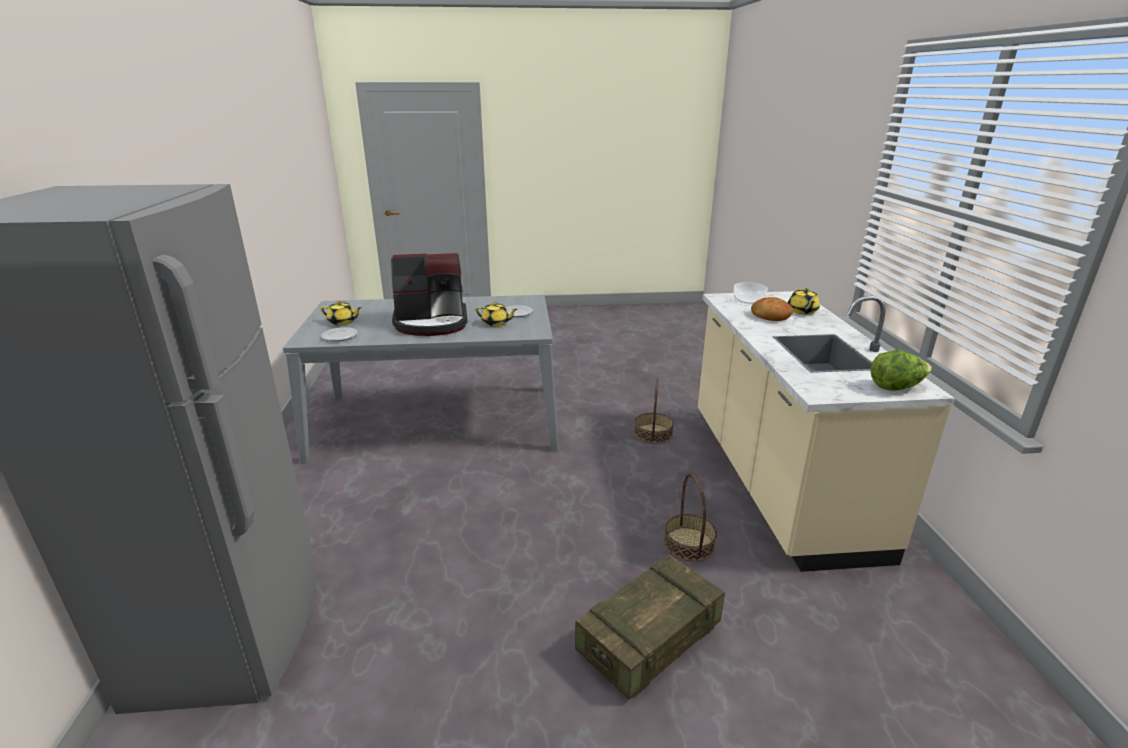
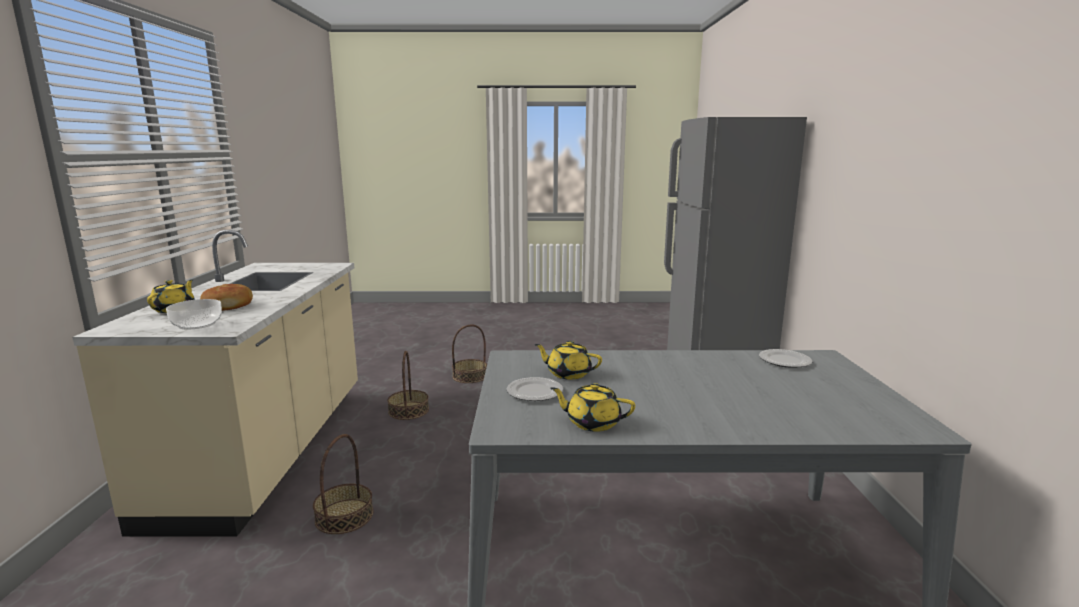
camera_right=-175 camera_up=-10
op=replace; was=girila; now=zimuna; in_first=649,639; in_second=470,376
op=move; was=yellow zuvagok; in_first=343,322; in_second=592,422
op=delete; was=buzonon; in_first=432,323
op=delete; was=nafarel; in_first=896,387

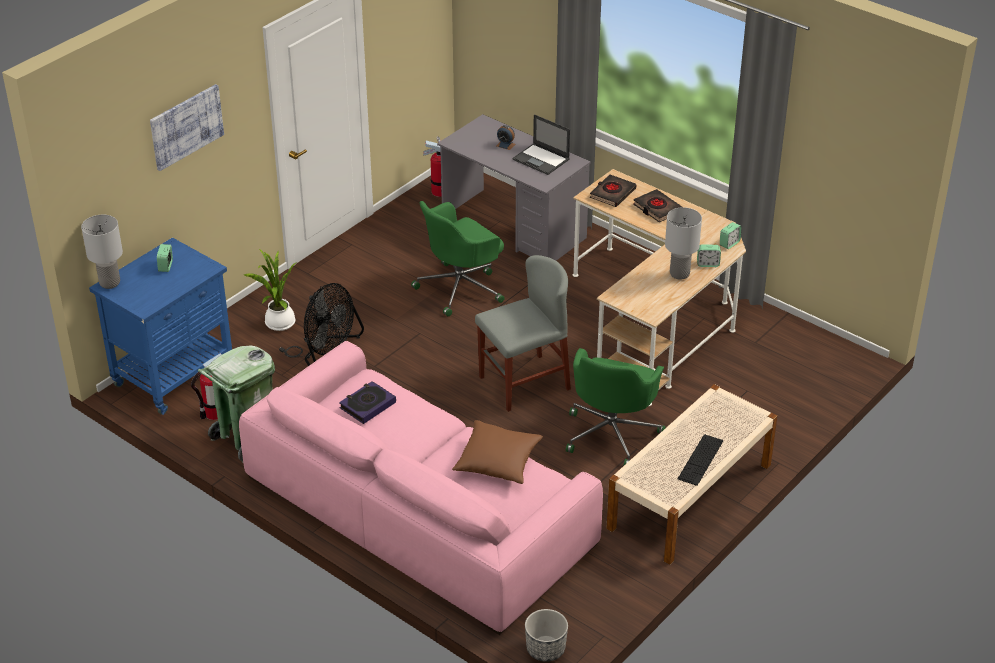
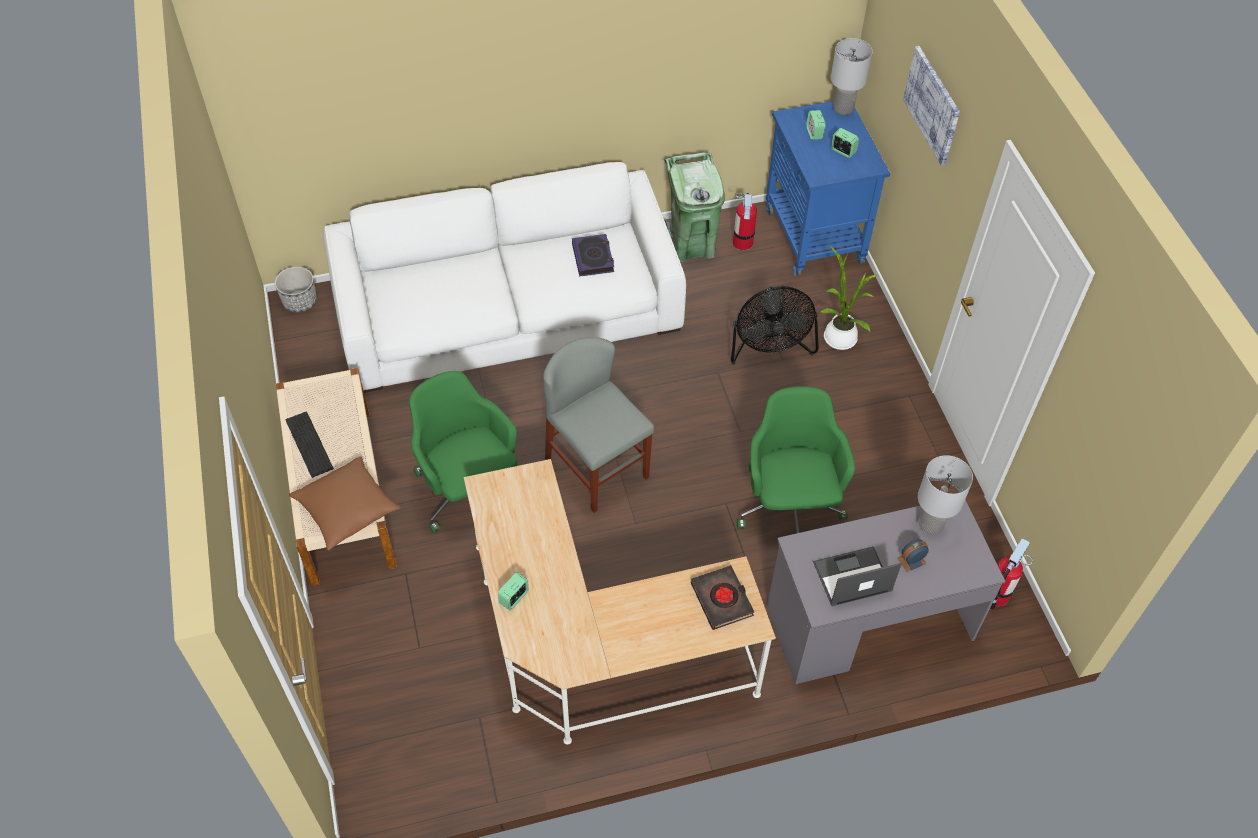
camera_right=125 camera_up=15
op=move; was=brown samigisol; in_first=498,461; in_second=347,509
op=recolor; was=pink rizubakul; now=white rizubakul; in_first=418,510; in_second=508,307
op=rotate; was=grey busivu; in_first=524,383; in_second=597,468; clockwise=135
op=rotate; was=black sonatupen; in_first=323,354; in_second=766,346; clockwise=-75
op=move; was=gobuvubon; in_first=729,243; in_second=814,133
op=move; was=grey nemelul; in_first=680,275; in_second=930,525
op=delete; was=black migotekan; in_first=657,208

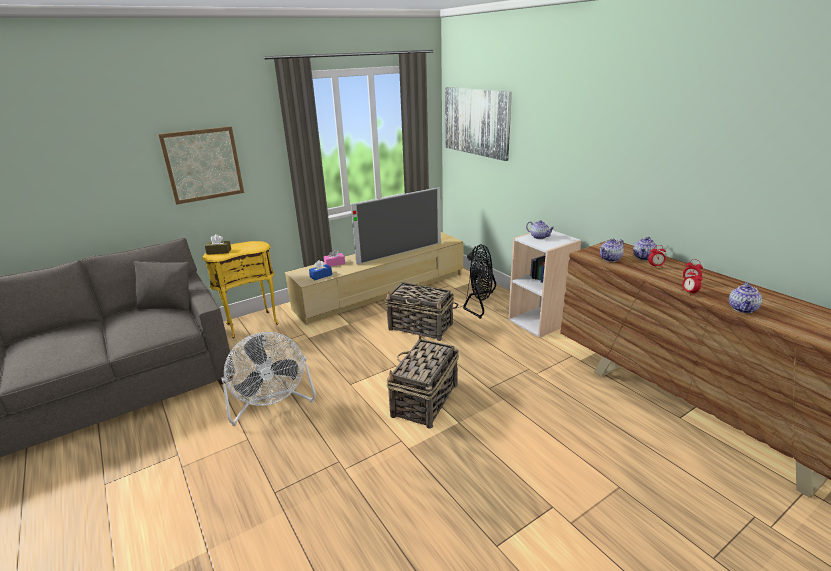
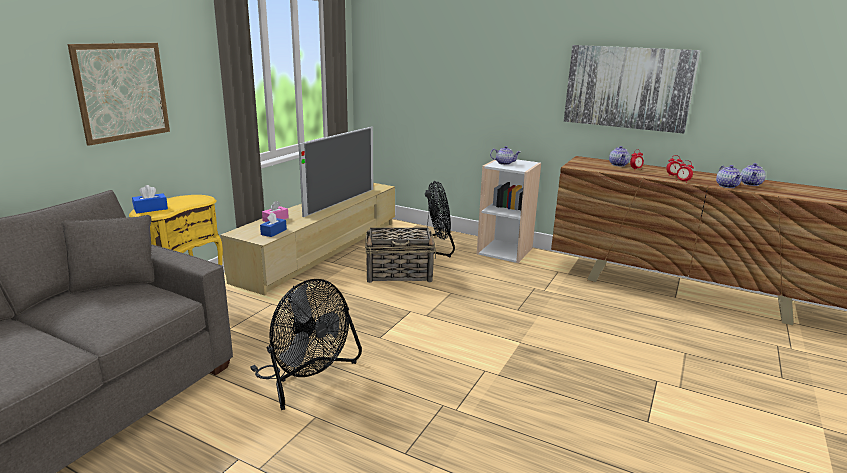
camera_right=-30 camera_up=-5
op=recolor; was=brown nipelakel; now=blue nipelakel; in_first=219,251; in_second=151,209
op=recolor; was=white sonatupen; now=black sonatupen; in_first=268,404; in_second=304,378
op=move; was=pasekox; in_first=476,122; in_second=627,88
op=move; was=zuvagok; in_first=610,259; in_second=751,184
op=delete; was=zimuna; in_first=424,401

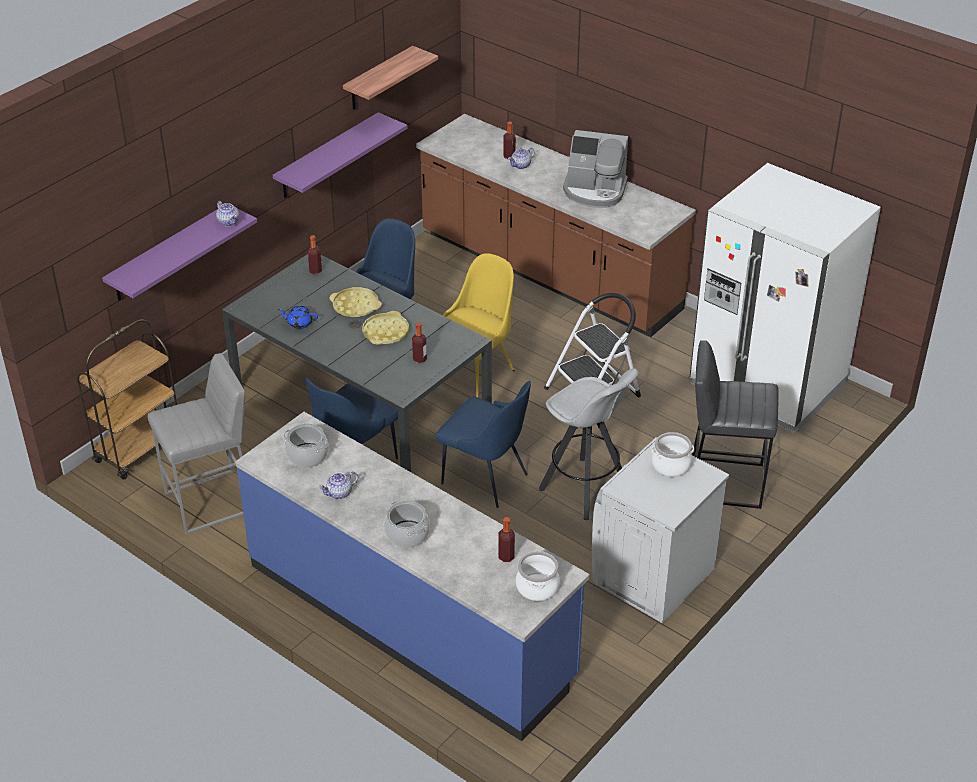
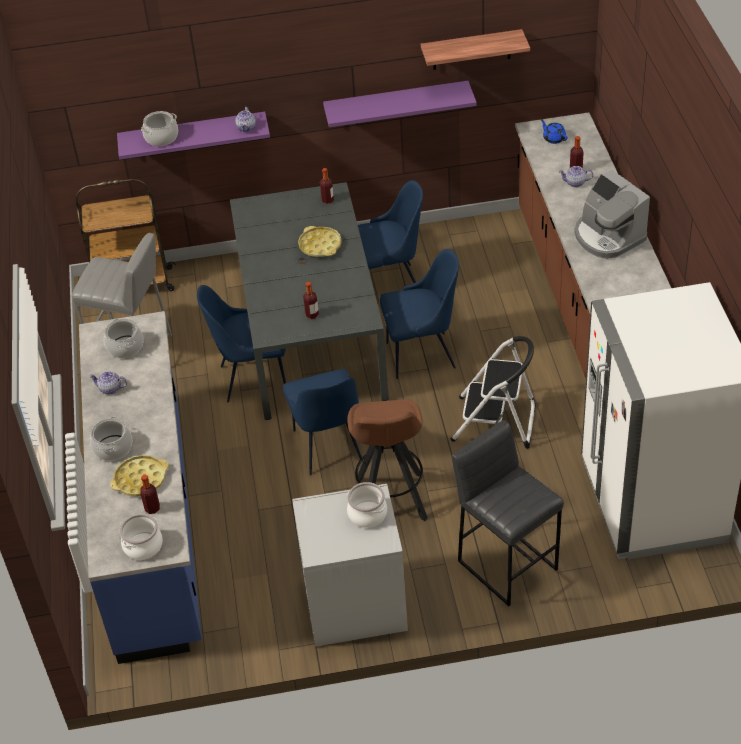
camera_right=45 camera_up=5
op=move; was=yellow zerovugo; in_first=386,332; in_second=140,479
op=insert; now=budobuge; in_second=161,137
op=recolor; was=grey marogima; now=brown marogima; in_first=586,490; in_second=391,501
op=recolor; was=yellow busivu; now=blue busivu; in_first=475,375; in_second=421,355
op=move; was=blue zuvagok; in_first=299,323; in_second=554,138

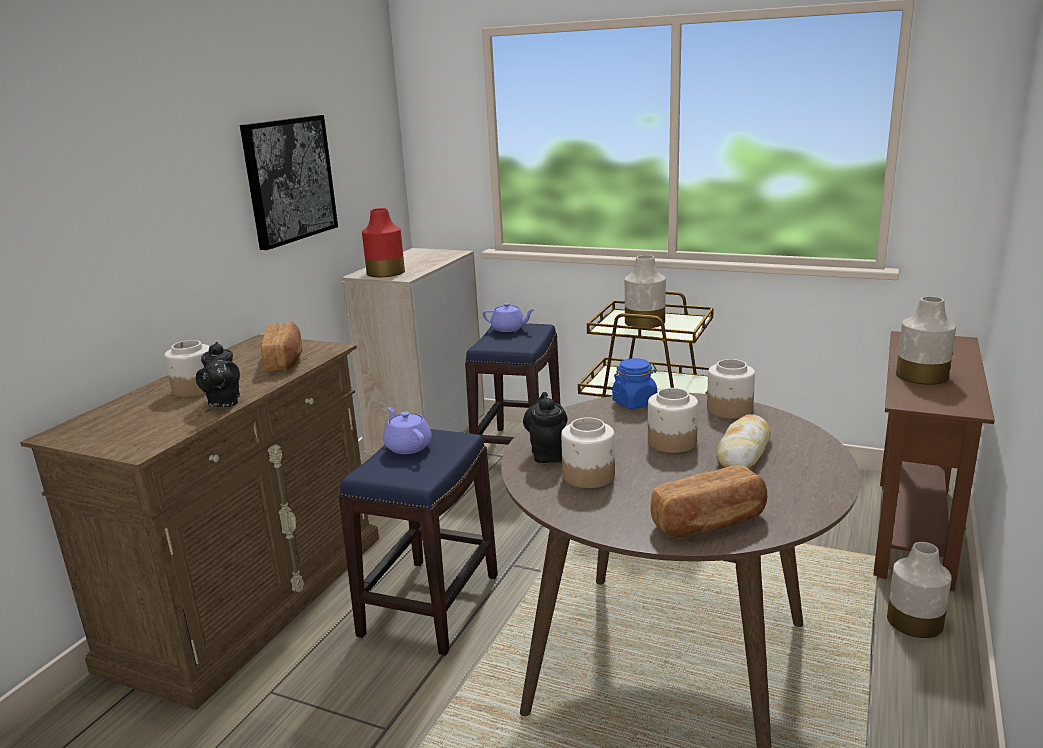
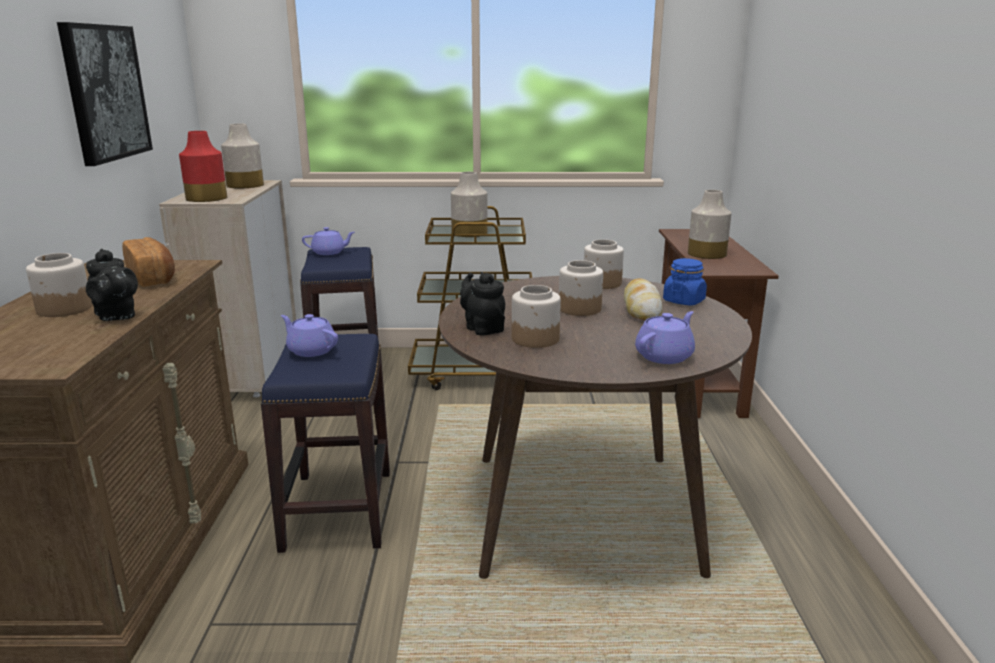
camera_right=-25 camera_up=0
op=move; was=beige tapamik; in_first=915,620; in_second=245,185
op=replace; was=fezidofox; now=purple zuvagok; in_first=710,523; in_second=665,356
op=move; was=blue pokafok; in_first=634,403; in_second=684,301

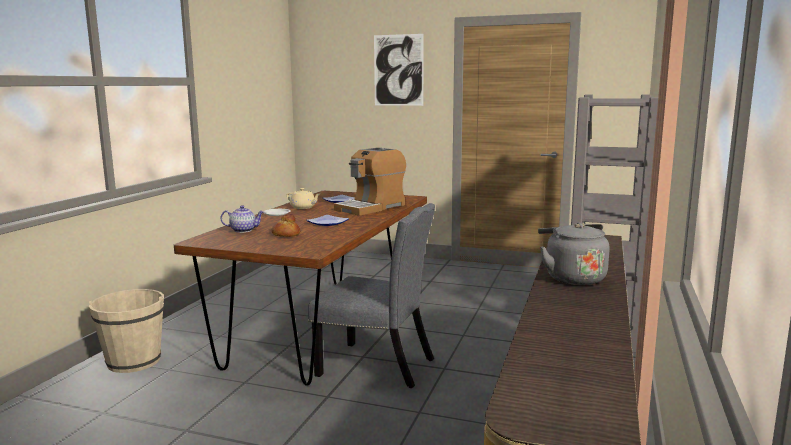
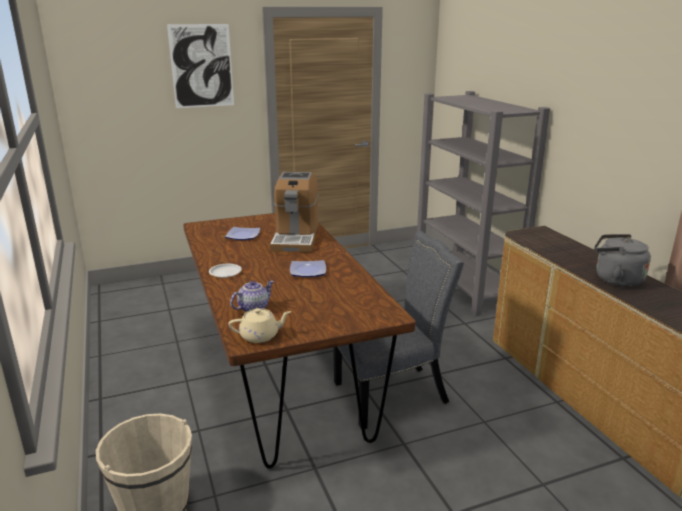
camera_right=-40 camera_up=10
op=move; was=beige zuvagok; in_first=303,207; in_second=260,336
op=delete; was=fezidofox; in_first=285,234

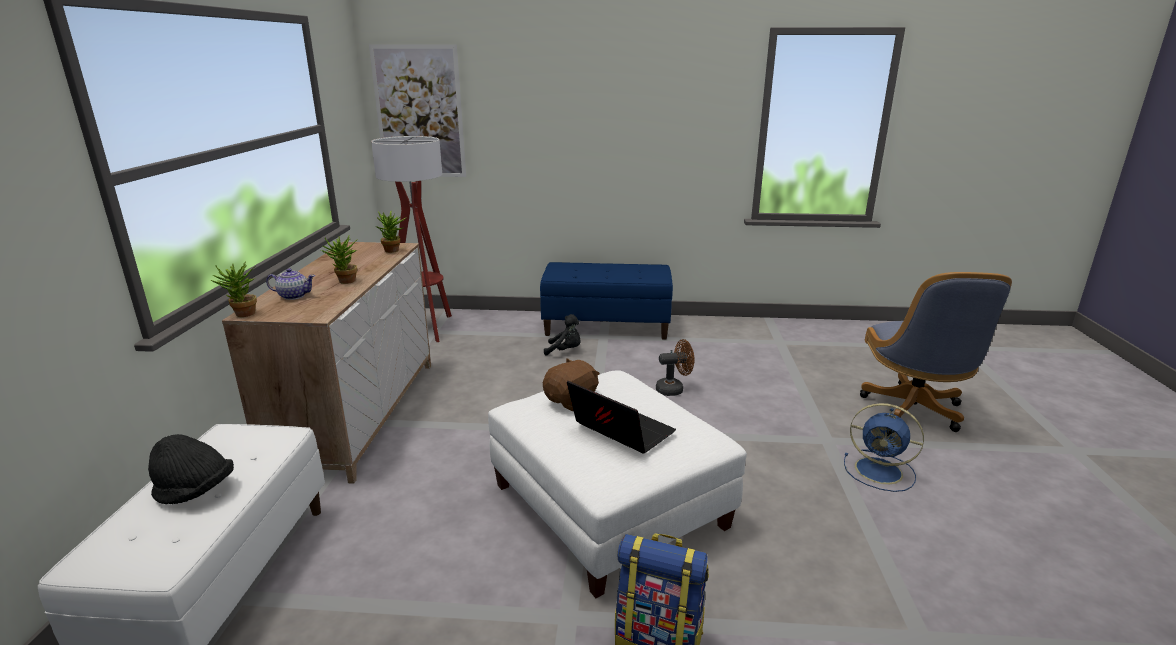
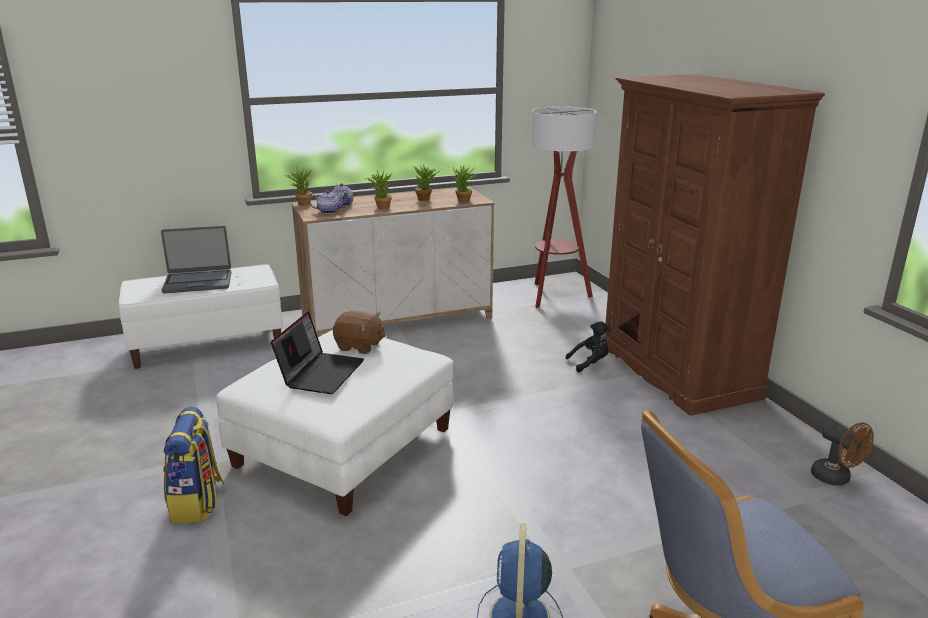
camera_right=65 camera_up=0
op=replace; was=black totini; now=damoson; in_first=195,492; in_second=198,282
op=insert; now=zuvagok; in_second=329,211
op=insert; now=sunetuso; in_second=426,199
op=rotate; was=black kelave; in_first=565,351; in_second=590,363; clockwise=-90
op=replace; was=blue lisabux; now=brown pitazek; in_first=607,327; in_second=676,370
op=move; was=brown sonatupen; in_first=674,389; in_second=836,479
op=delete; was=pasekox; in_first=419,112

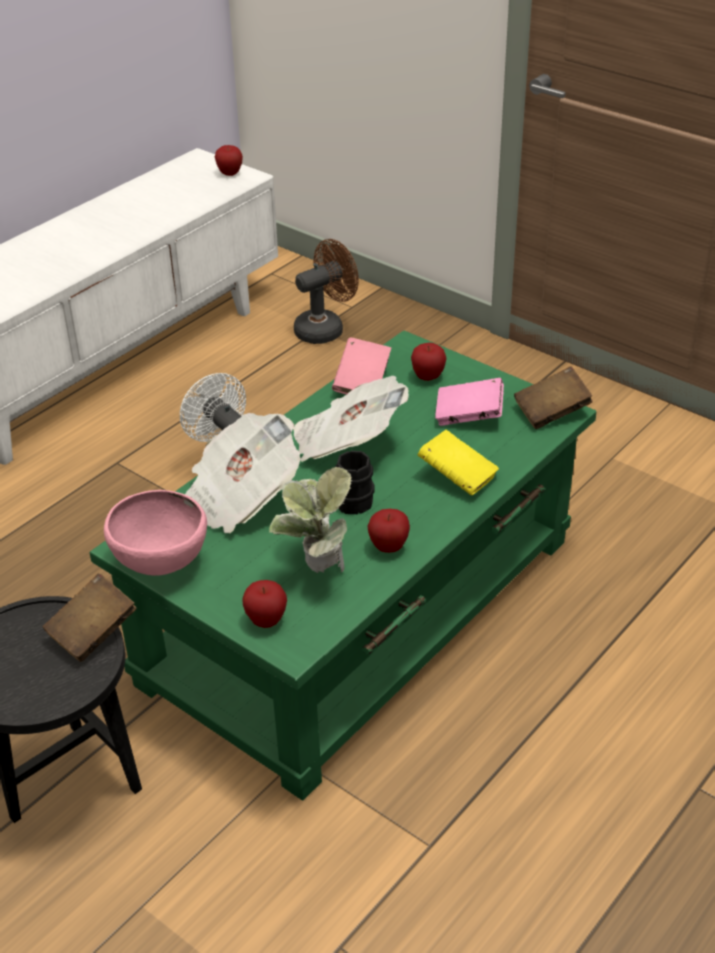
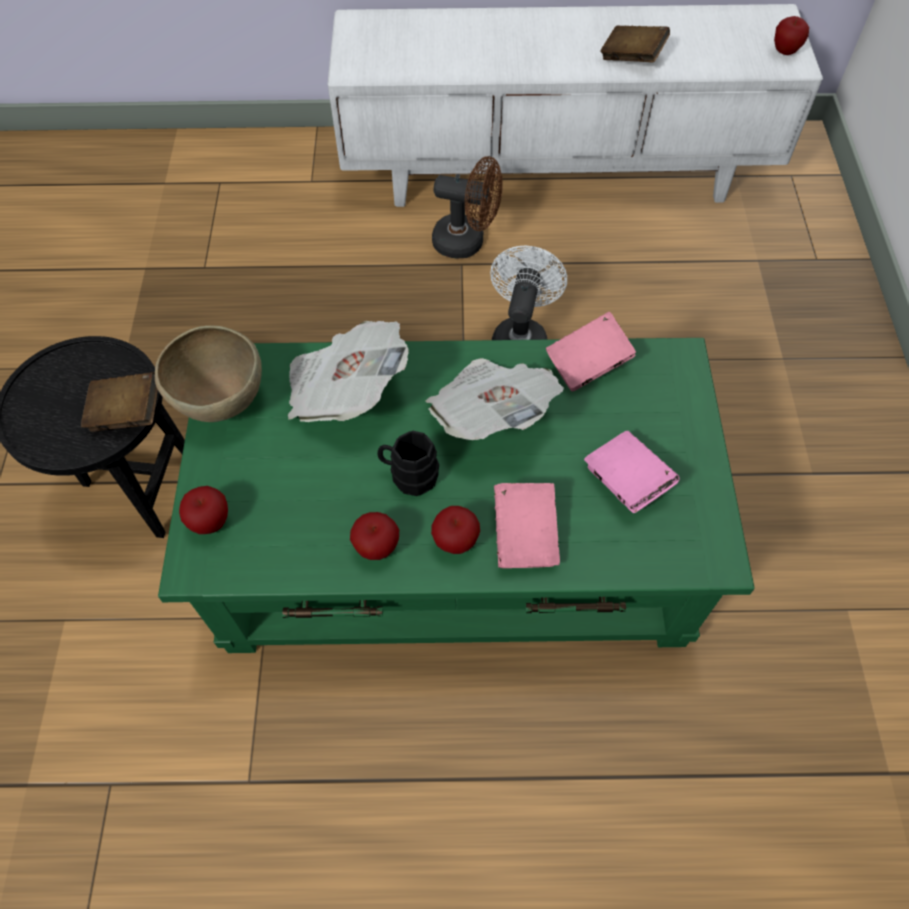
camera_right=50 camera_up=20
op=recolor; was=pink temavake; now=brown temavake; in_first=161,565; in_second=220,401
op=move; was=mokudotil; in_first=428,377; in_second=455,542
op=move; was=brown sonatupen; in_first=325,328; in_second=467,242
op=recolor; was=yellow migotekan; now=pink migotekan; in_first=457,477; in_second=525,535
op=move; was=brown migotekan; in_first=551,412; in_second=632,57
op=delete; was=sunetuso; in_first=316,572

